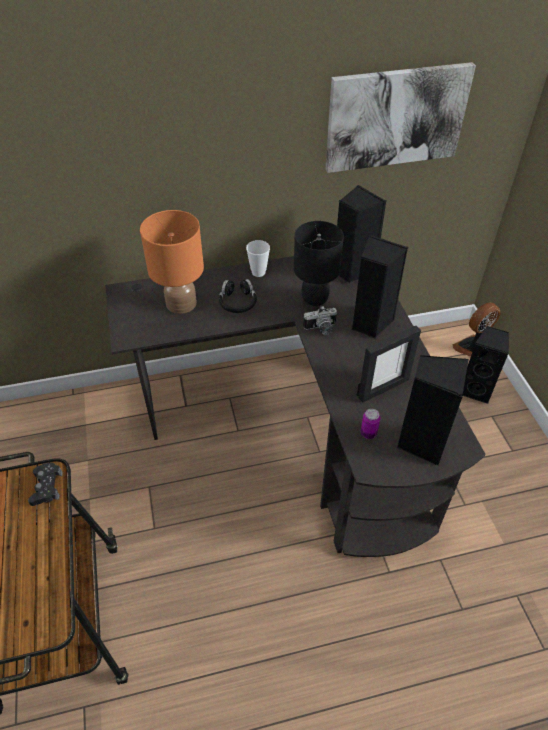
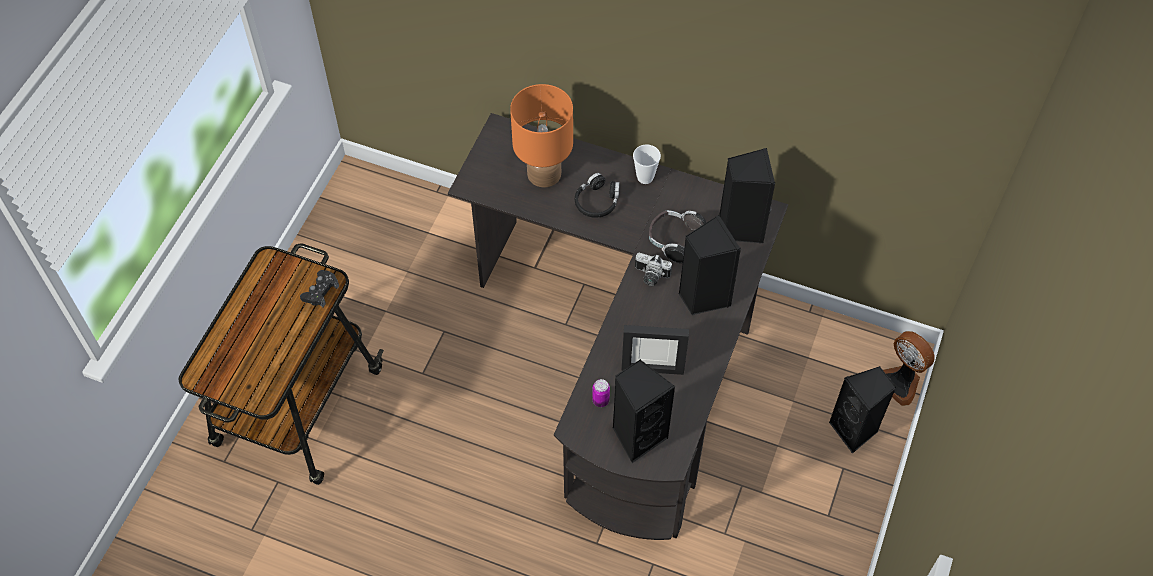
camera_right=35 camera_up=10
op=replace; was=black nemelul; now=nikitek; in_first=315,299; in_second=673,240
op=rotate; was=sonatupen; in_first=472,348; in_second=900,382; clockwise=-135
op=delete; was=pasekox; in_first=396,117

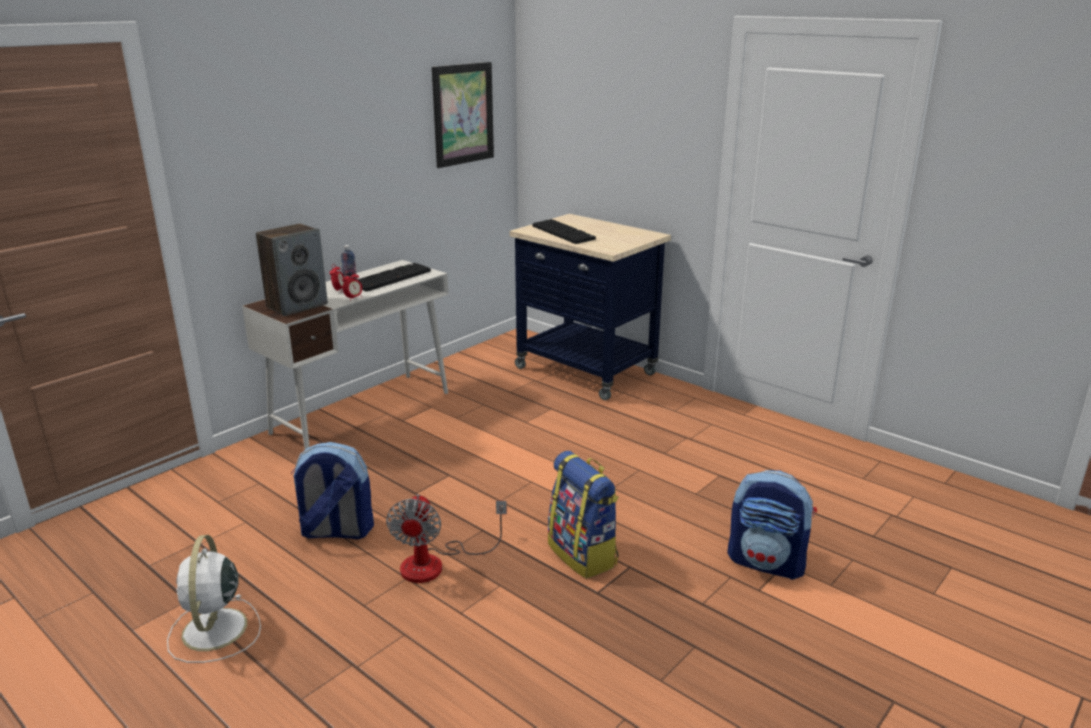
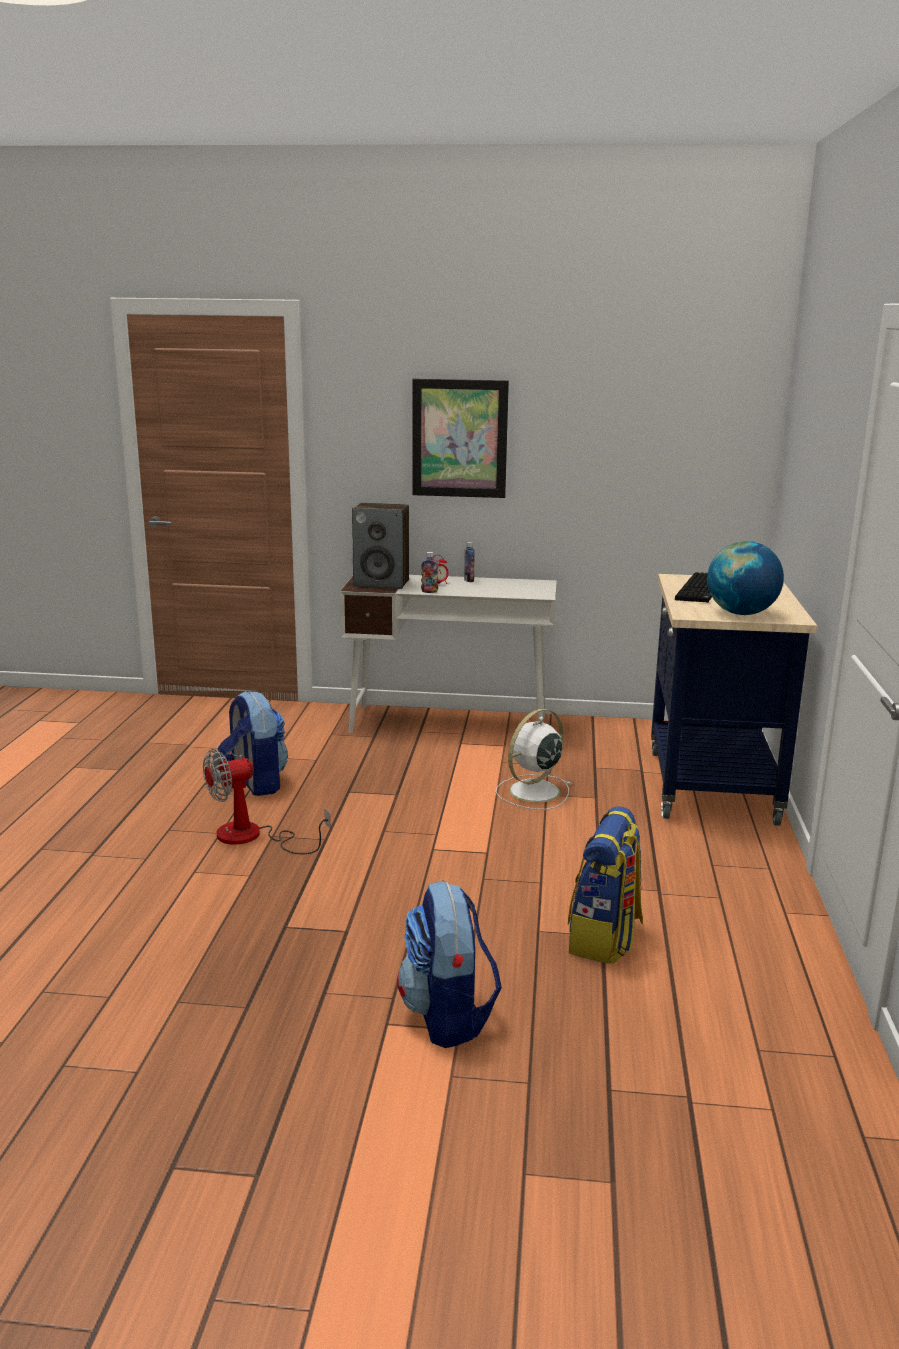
camera_right=55 camera_up=-5
op=move; was=pasekox; in_first=463,114; in_second=459,438
op=replace; was=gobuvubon; now=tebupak; in_first=353,298; in_second=429,591
op=move; was=white sonatupen; in_first=214,631; in_second=533,792
op=move; was=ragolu; in_first=583,554; in_second=605,939
op=insert; now=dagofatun; in_second=741,613
op=delete; was=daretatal; in_first=391,278

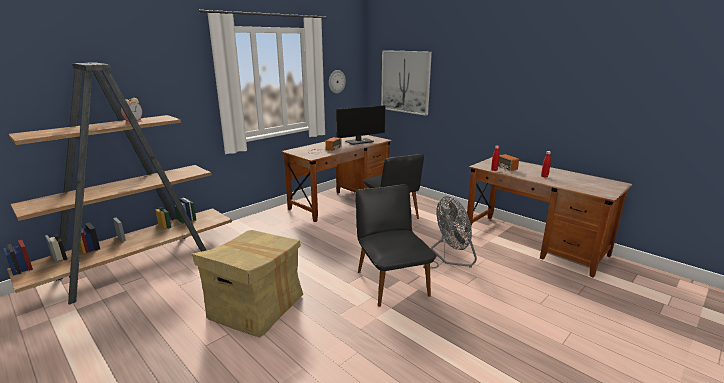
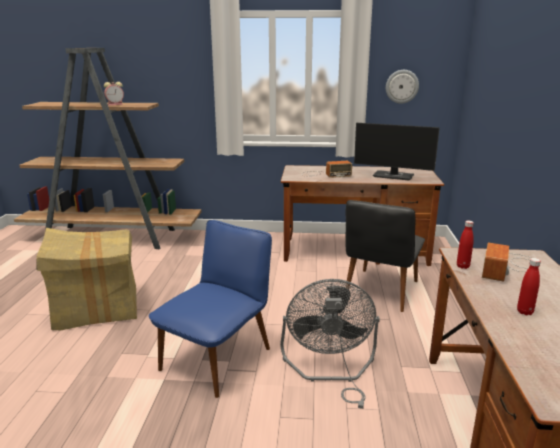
camera_right=50 camera_up=0
op=recolor; was=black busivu; now=blue busivu; in_first=392,283; in_second=216,359
op=rotate; was=grey sonatupen; in_first=446,256; in_second=333,372; clockwise=-120
op=delete; was=pasekox; in_first=405,82

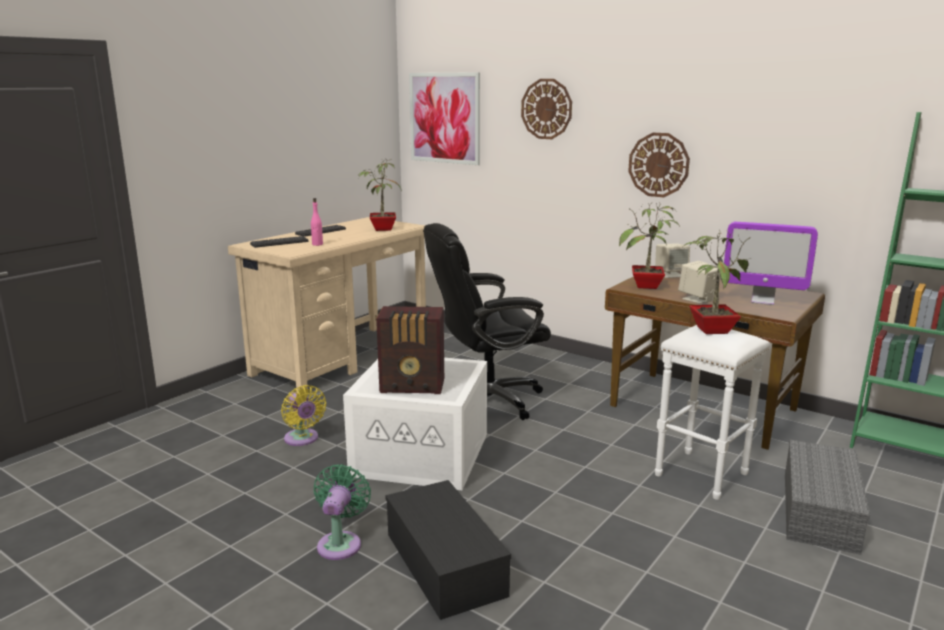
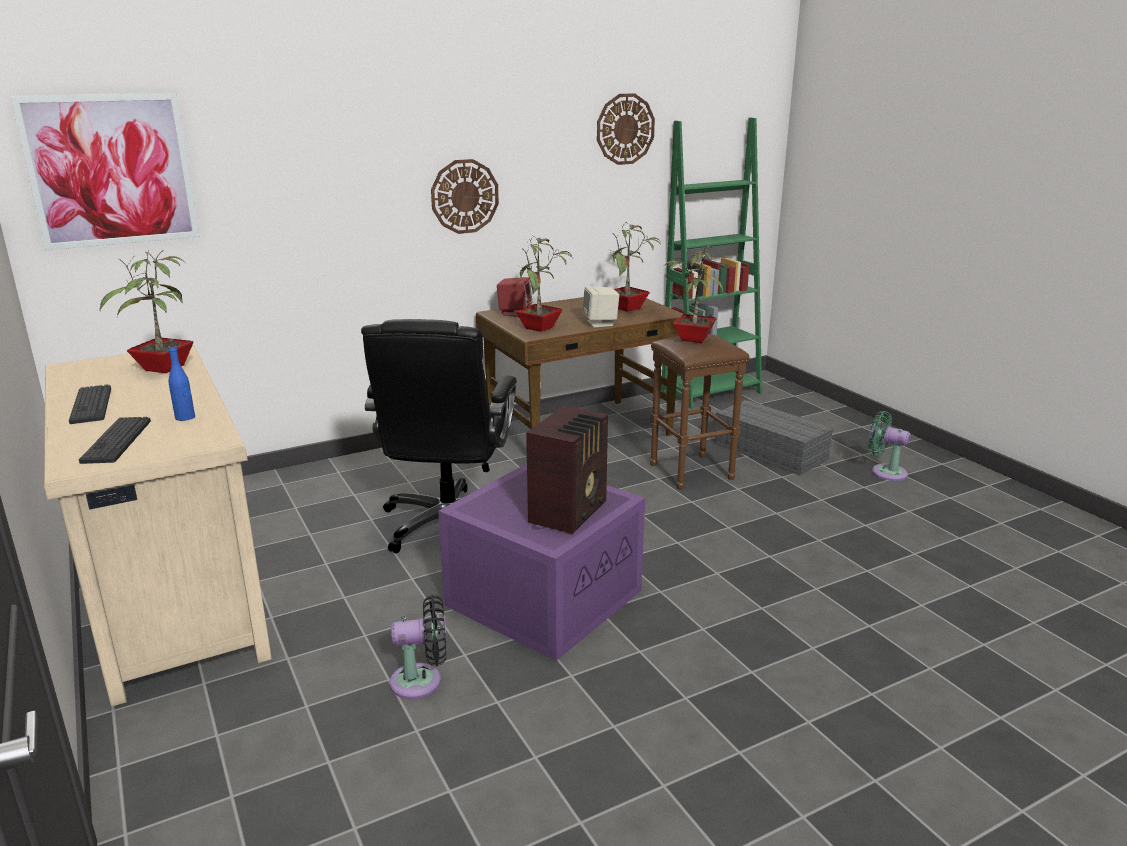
camera_right=-65 camera_up=5
op=recolor; was=pink tebupak; now=blue tebupak; in_first=317,244; in_second=185,417
op=recolor; was=yellow sonatupen; now=black sonatupen; in_first=302,439; in_second=421,681
op=recolor; was=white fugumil; now=purple fugumil; in_first=423,454; in_second=543,596
op=recolor; was=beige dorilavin; now=red dorilavin; in_first=670,275; in_second=514,313
op=move; was=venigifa; in_first=546,109; in_second=625,129
op=replace; was=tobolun; now=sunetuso; in_first=762,301; in_second=628,308
op=recolor; was=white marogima; now=brown marogima; in_first=699,474; in_second=691,472
op=move; was=green sonatupen; in_first=341,543; in_second=885,472
op=delete; was=black fugumil; in_first=447,564

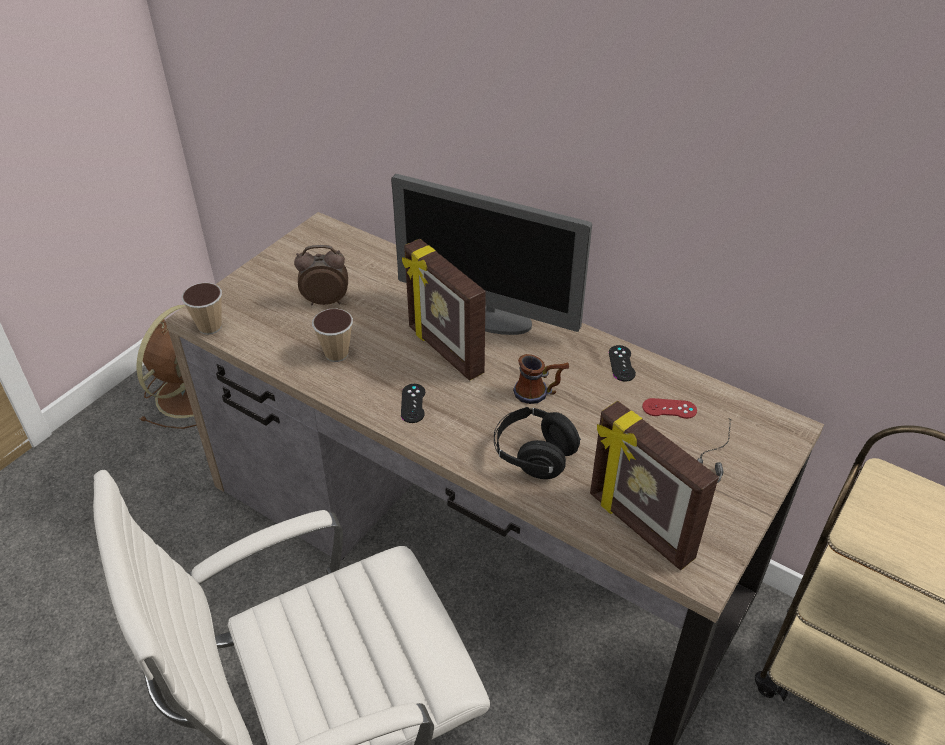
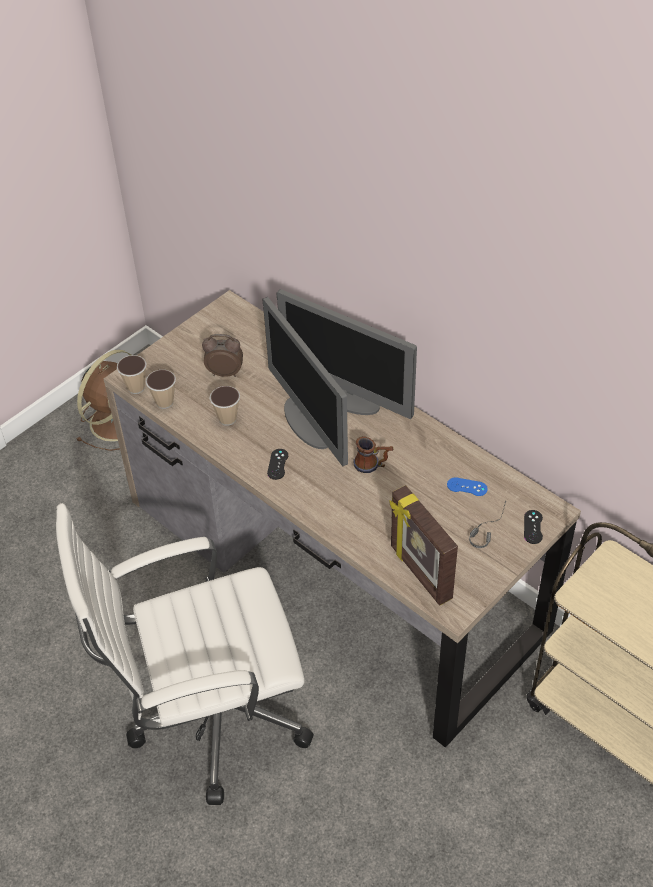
camera_right=10 camera_up=5
op=insert; now=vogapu; in_second=164,402
op=replace; was=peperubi; now=tobolun; in_first=444,351; in_second=308,424
op=recolor; was=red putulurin; now=blue putulurin; in_first=669,409; in_second=467,487
op=move; was=black putulurin; in_first=621,363; in_second=533,527
op=delete; was=black nikitek; in_first=533,455

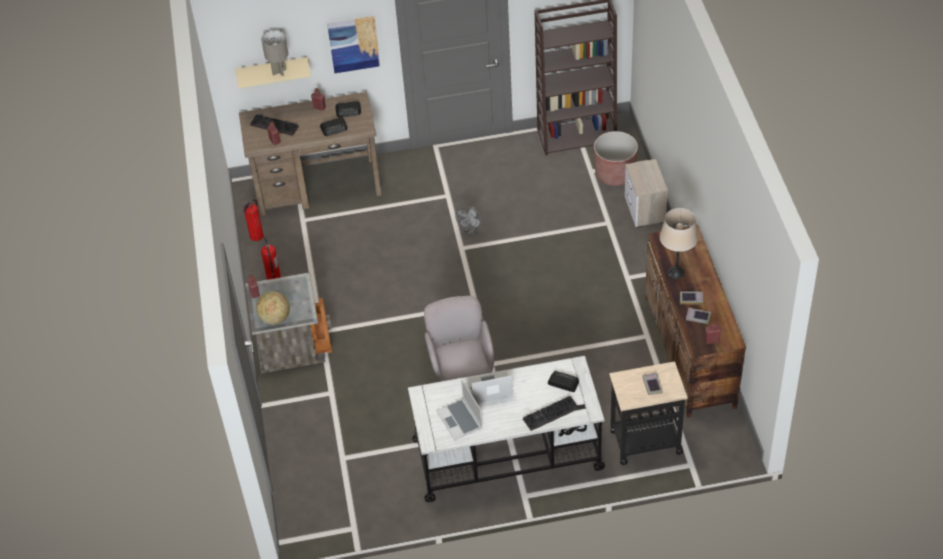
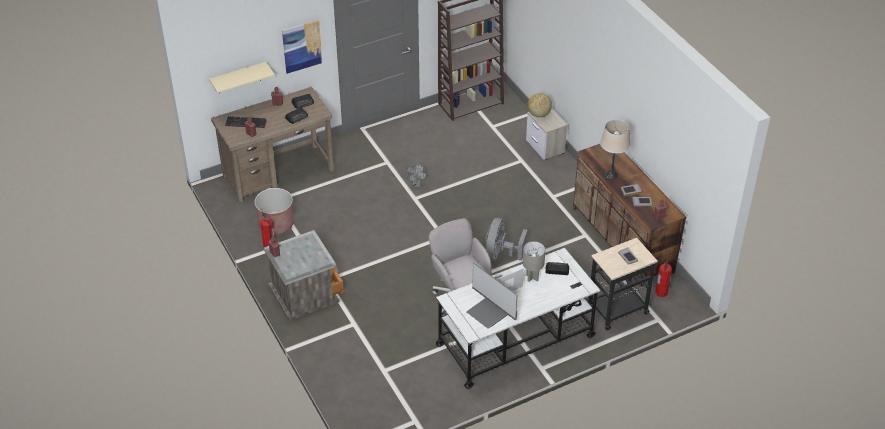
camera_right=-20 camera_up=-5
op=move; was=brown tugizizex; in_first=615,174; in_second=276,225
op=replace; was=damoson; now=tobolun; in_first=460,420; in_second=488,312
op=insert; now=grey sonatupen; in_second=500,254
op=move; was=grey nemelul; in_first=279,71; in_second=532,277
op=move; was=dagofatun; in_first=275,318; in_second=538,114
op=move; was=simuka; in_first=256,235; in_second=661,292
op=delete; was=daretatal; in_first=550,415

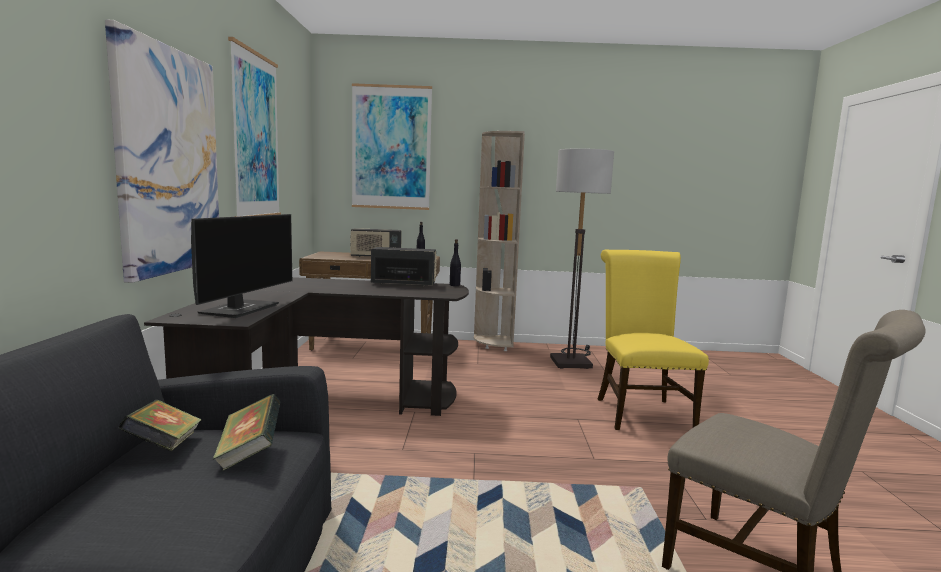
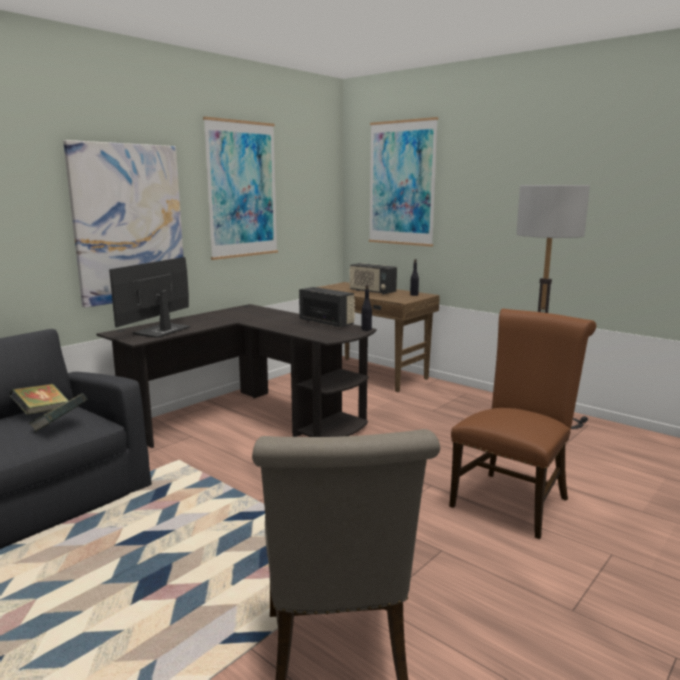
camera_right=40 camera_up=5
op=rotate; was=tobolun; in_first=241,309; in_second=162,331; clockwise=150
op=recolor; was=yellow busivu; now=brown busivu; in_first=640,411; in_second=513,499
op=delete; was=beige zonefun; in_first=494,346

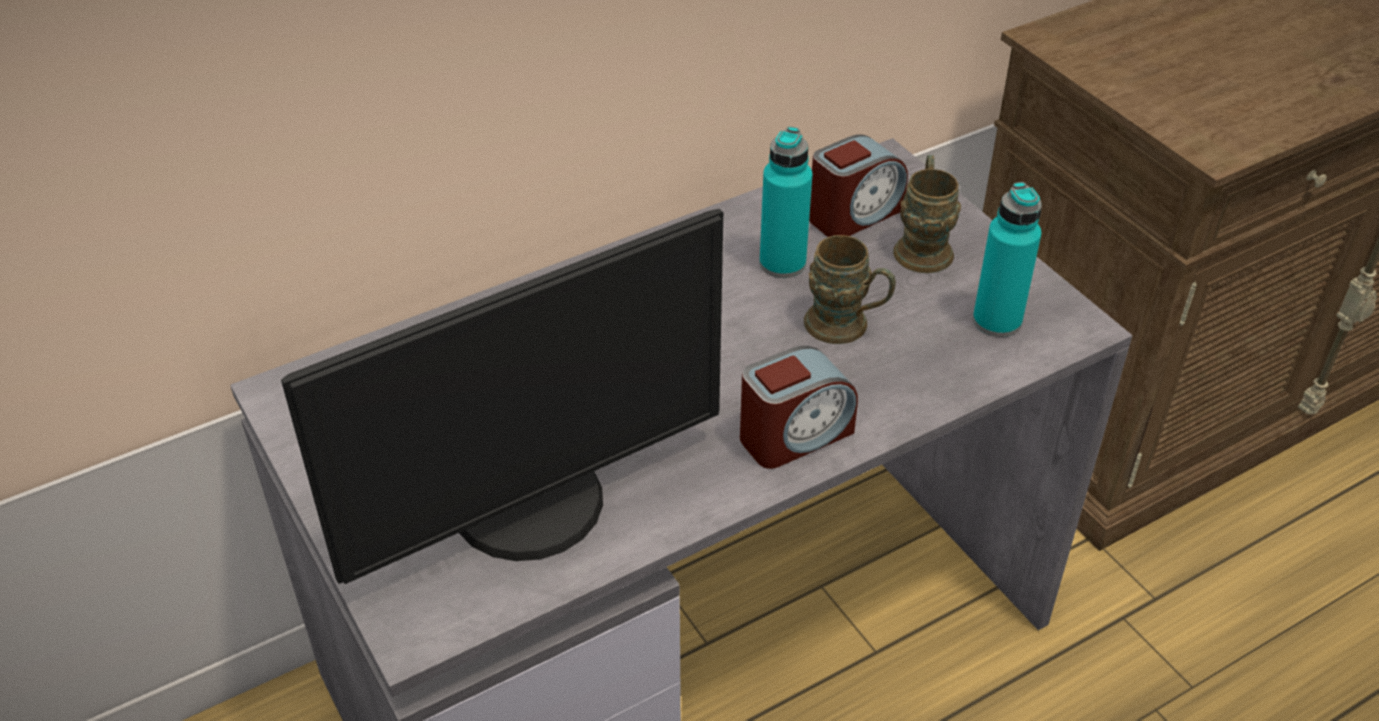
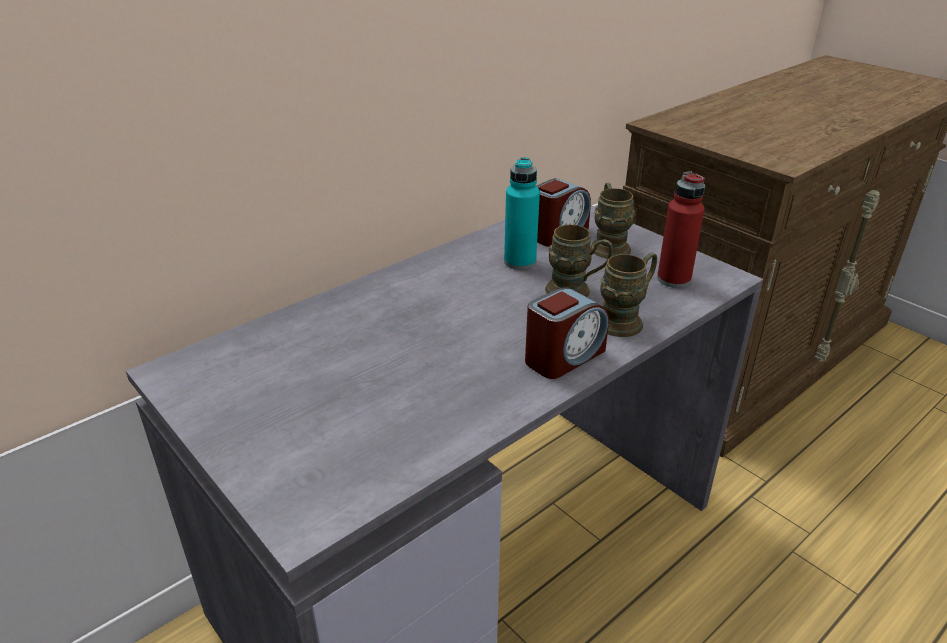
camera_right=-10 camera_up=-10
op=insert; now=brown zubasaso; in_second=625,320
op=recolor; was=turquoise tebupak; now=red tebupak; in_first=997,321; in_second=673,279
op=delete; was=tobolun; in_first=532,507

